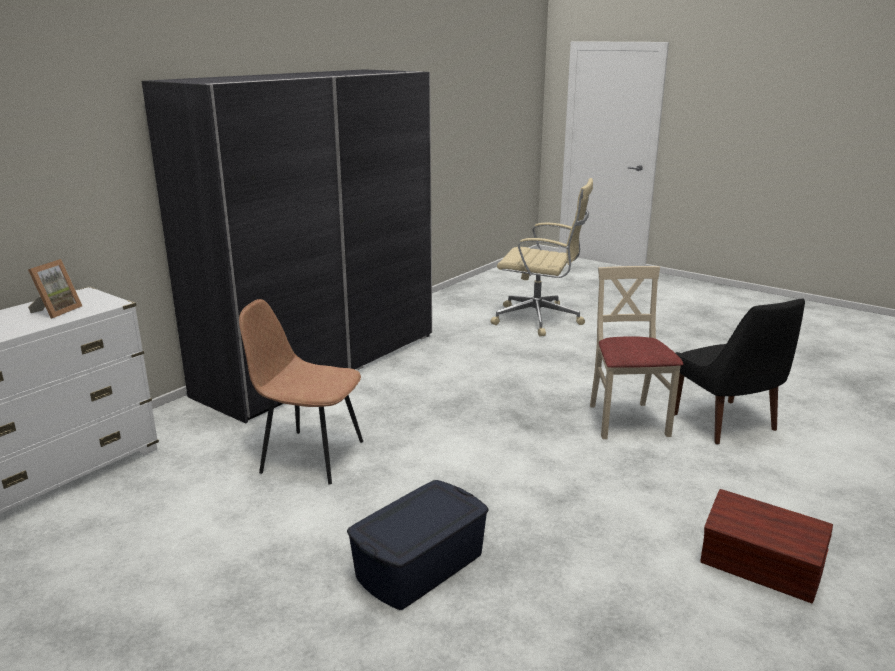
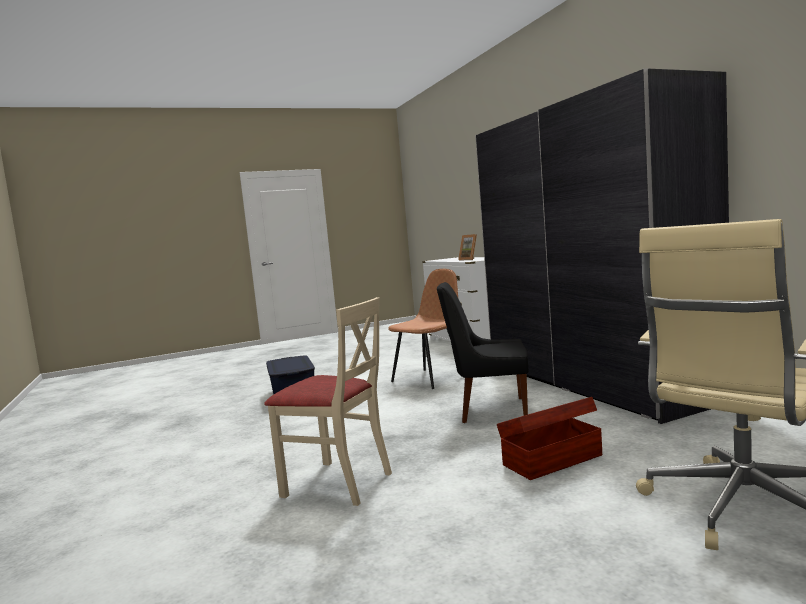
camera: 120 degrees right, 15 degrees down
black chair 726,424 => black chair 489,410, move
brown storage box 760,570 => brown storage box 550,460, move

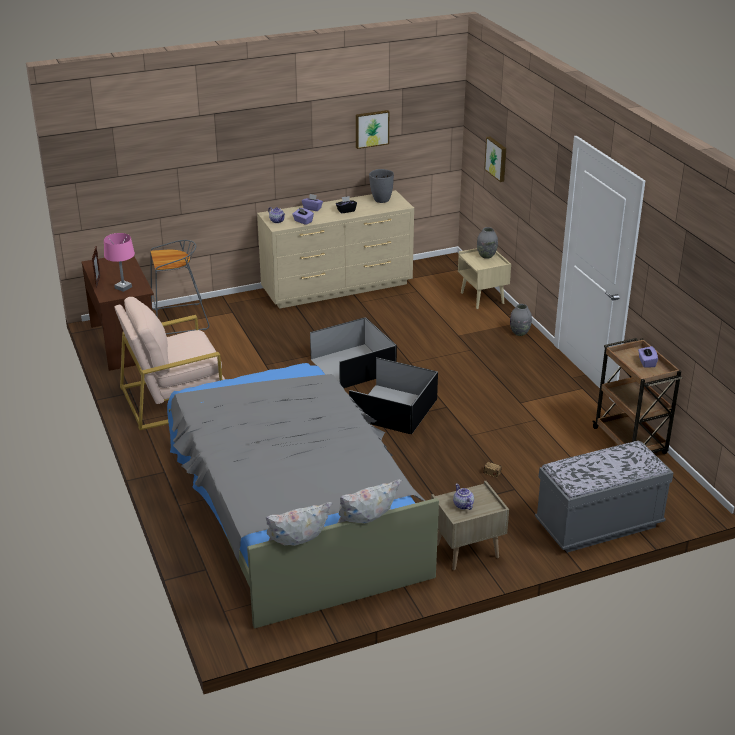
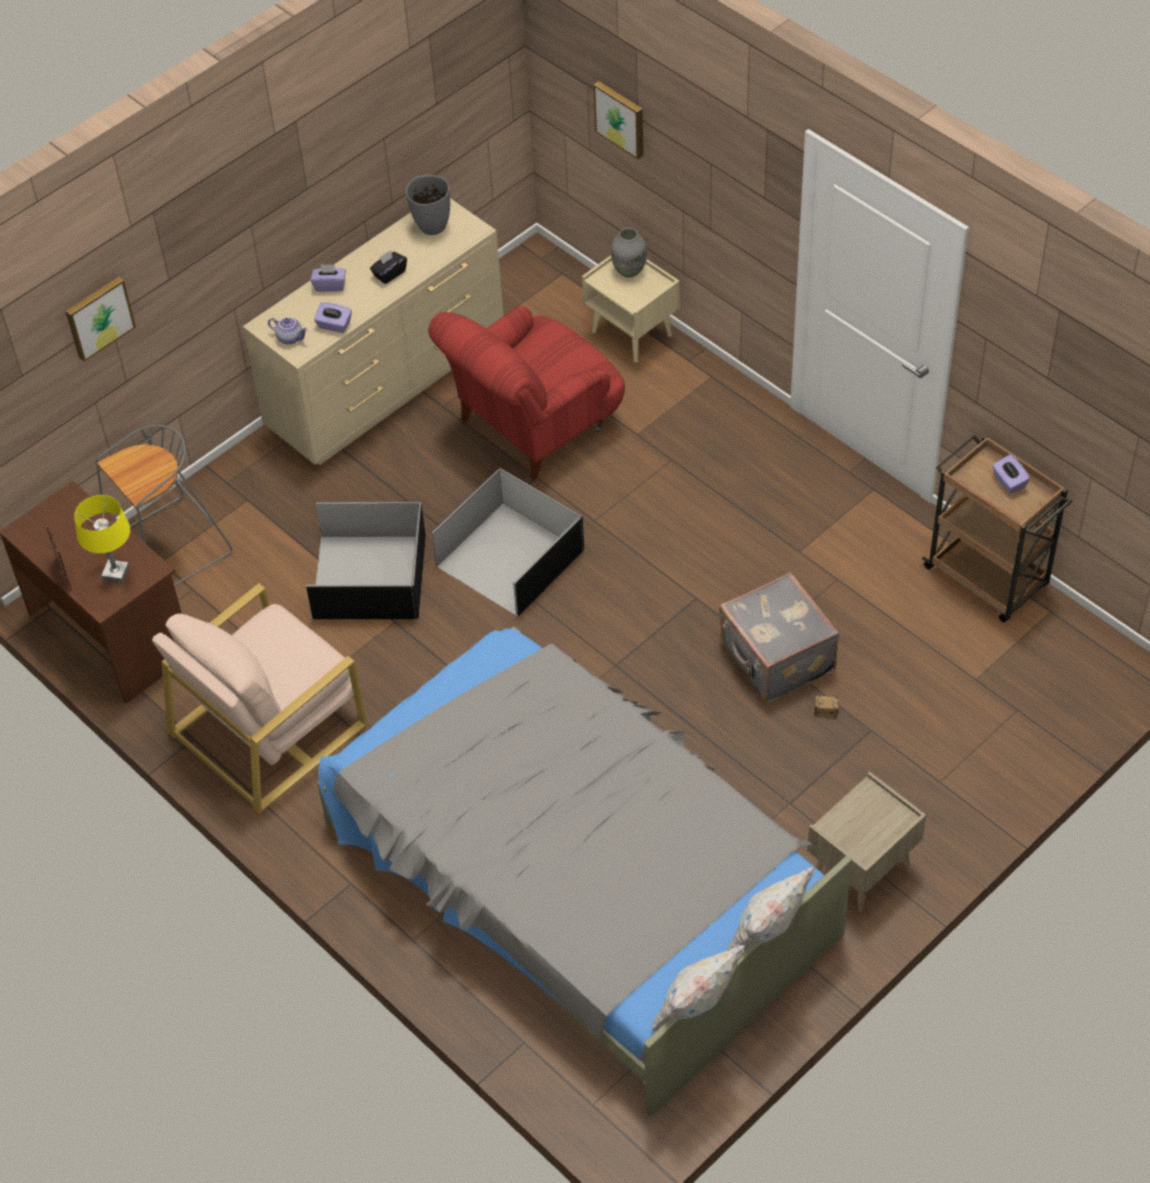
camera: 20 degrees left, 20 degrees up
pink table lamp 123,287 => yellow table lamp 115,573
black storage box 393,408 => black storage box 369,575, move
picture 371,128 => picture 98,317, move
teapot 462,505 => nothing
grey vase 520,333 => nothing
grey bench 599,525 => nothing
nothing => red armchair 533,426
nothing => grey suitcase 775,659

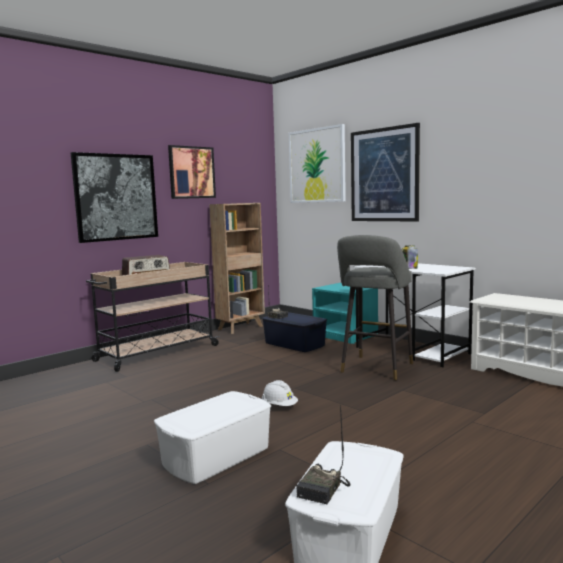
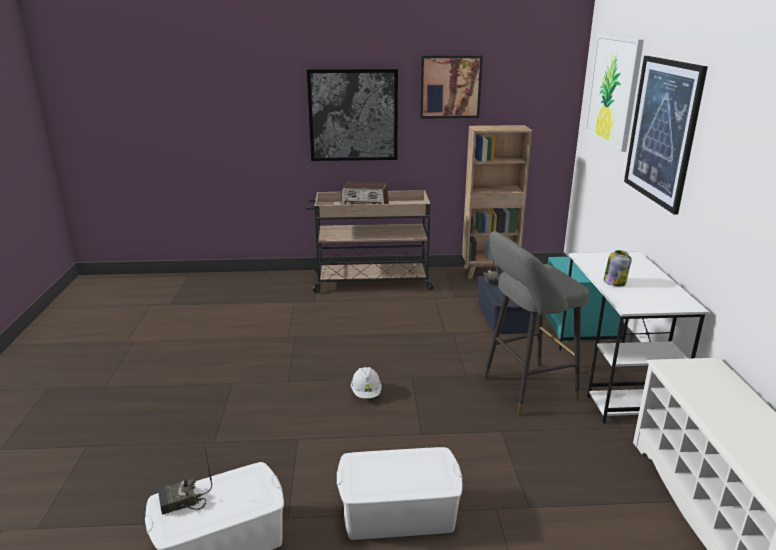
camera: 40 degrees right, 15 degrees up
white storage box 215,456 => white storage box 398,512, move

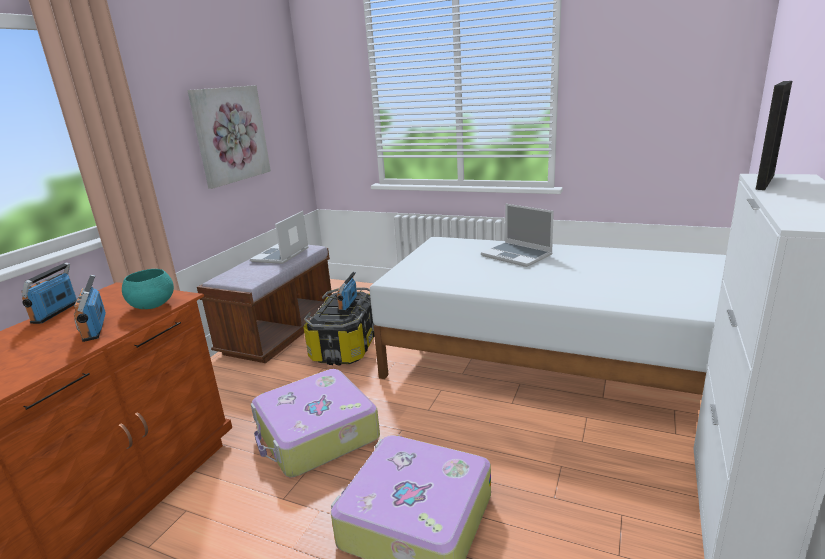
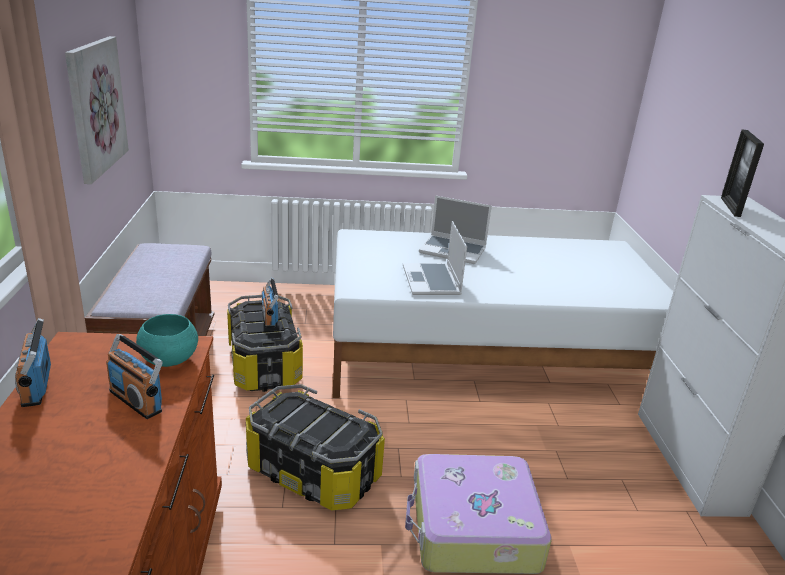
camera: 30 degrees left, 5 degrees up
laptop 281,255 => laptop 432,281, move
suitcase 316,434 => storage box 314,472

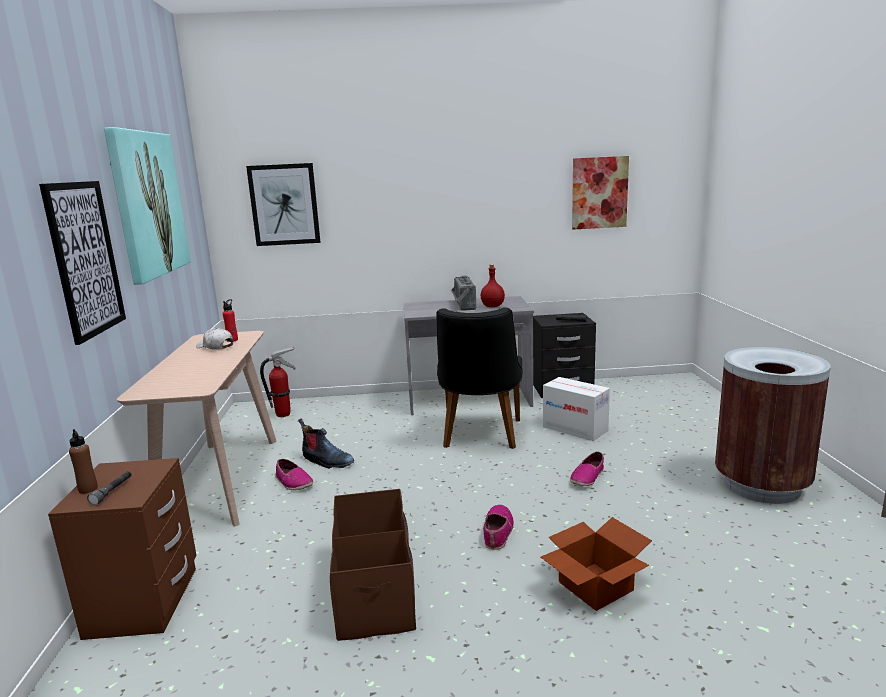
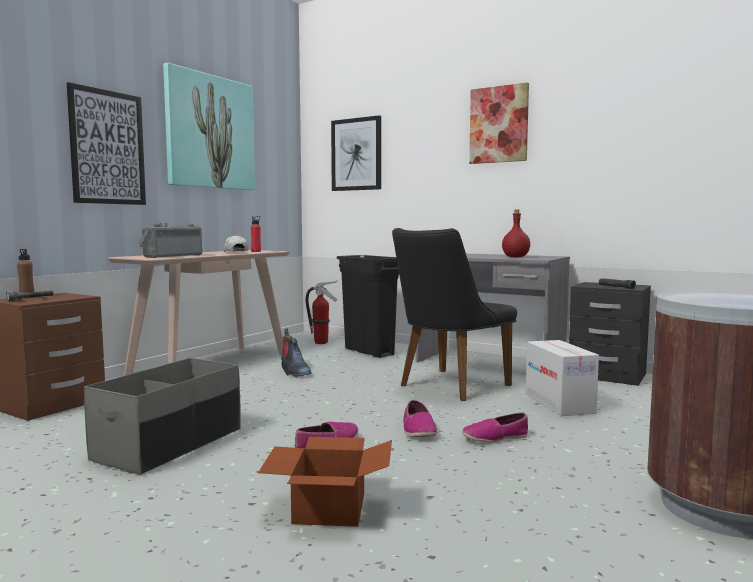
camera: 35 degrees right, 10 degrees down
shoe 293,482 => shoe 418,430, move
brown storage box 375,588 => grey storage box 170,444
radio 462,305 => radio 171,256, move
picture 599,193 => picture 498,124, move
nothing => black trash can 369,352

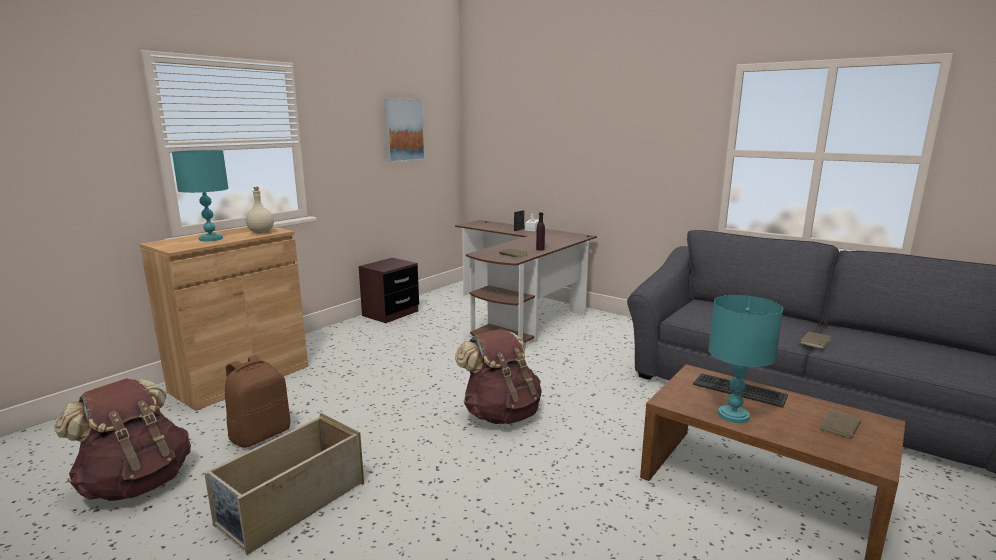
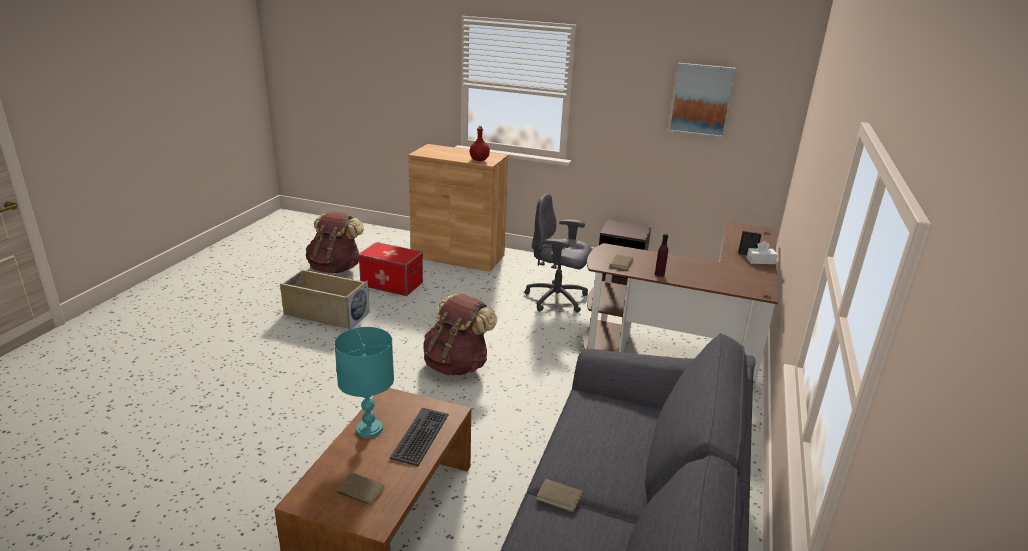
camera: 70 degrees right, 10 degrees up
turquoise table lamp 210,239 => nothing
brown backpack 260,434 => storage box 392,284
beige bottle 261,232 => red bottle 479,160
nothing => grey office chair 557,299

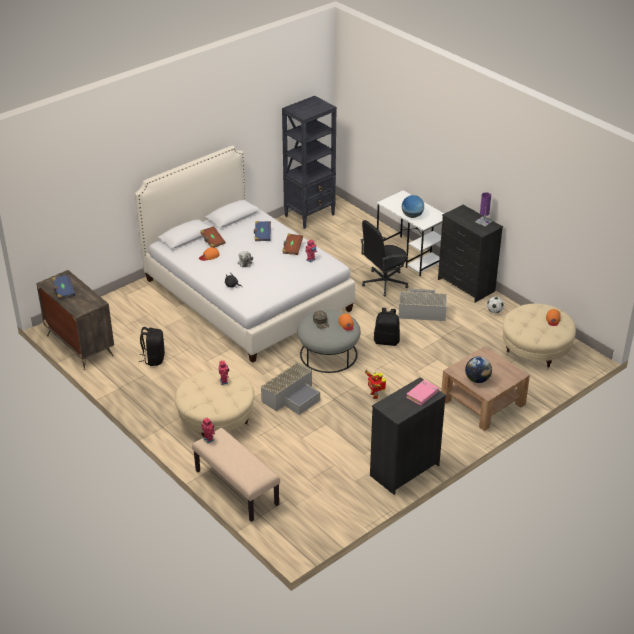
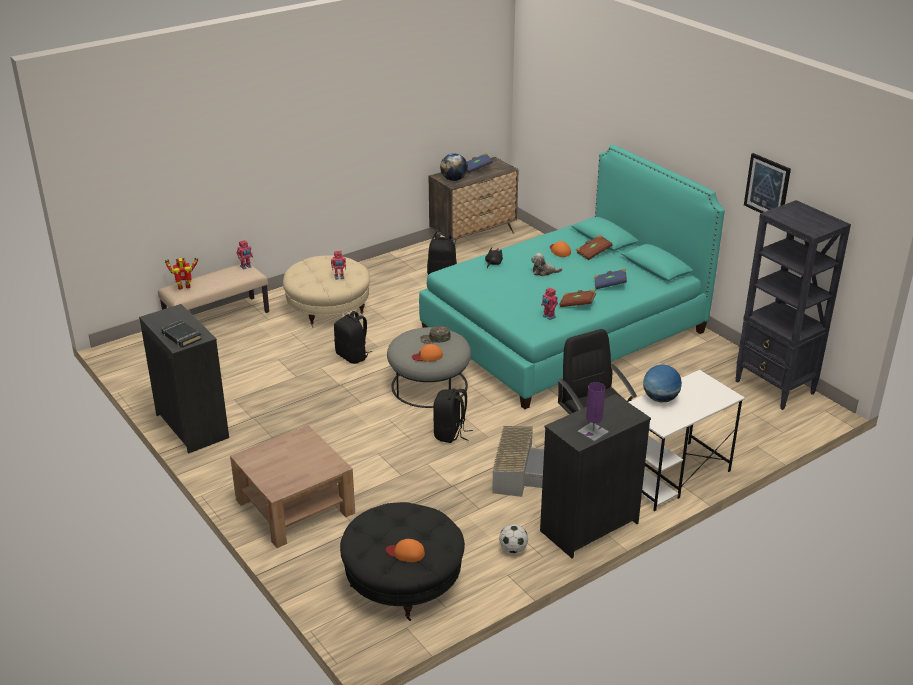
camera: 95 degrees right, 5 degrees down
white bed 246,295 => turquoise bed 564,331
grey storage box 292,396 => black backpack 353,356
toy robot 374,395 => toy robot 184,288, move
pink book 422,394 => black book 181,337
globe 477,379 => globe 454,179, move
beige ottoman 536,350 => black ottoman 403,581
nothing => picture 767,187

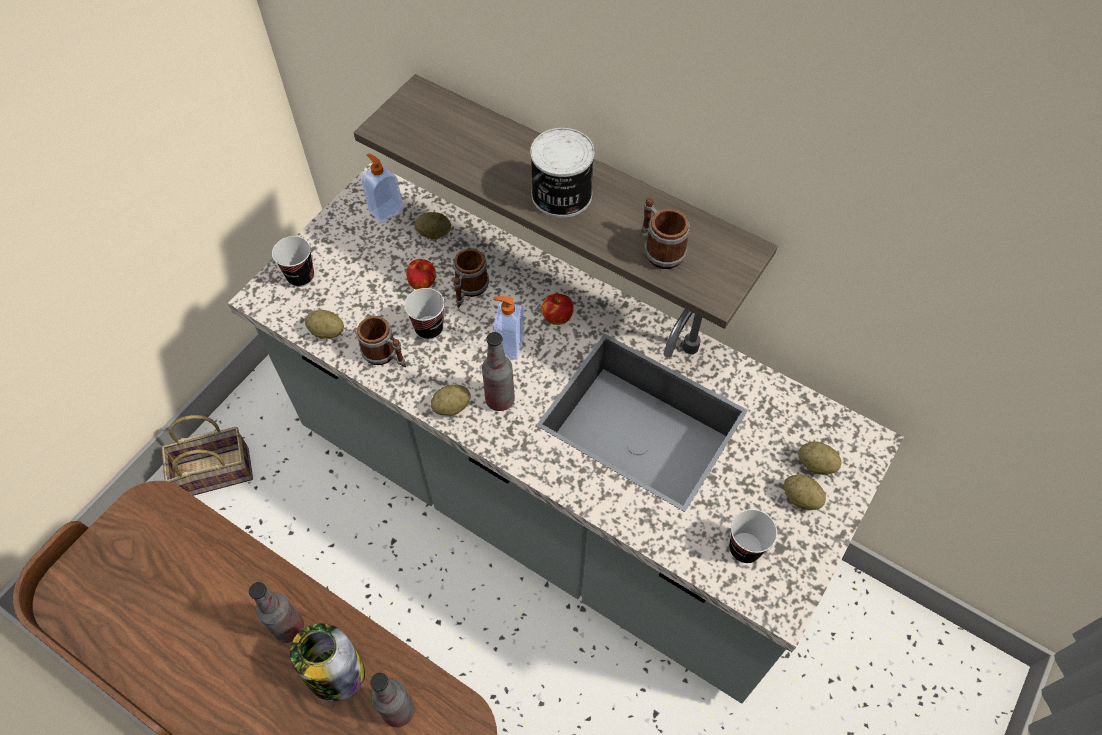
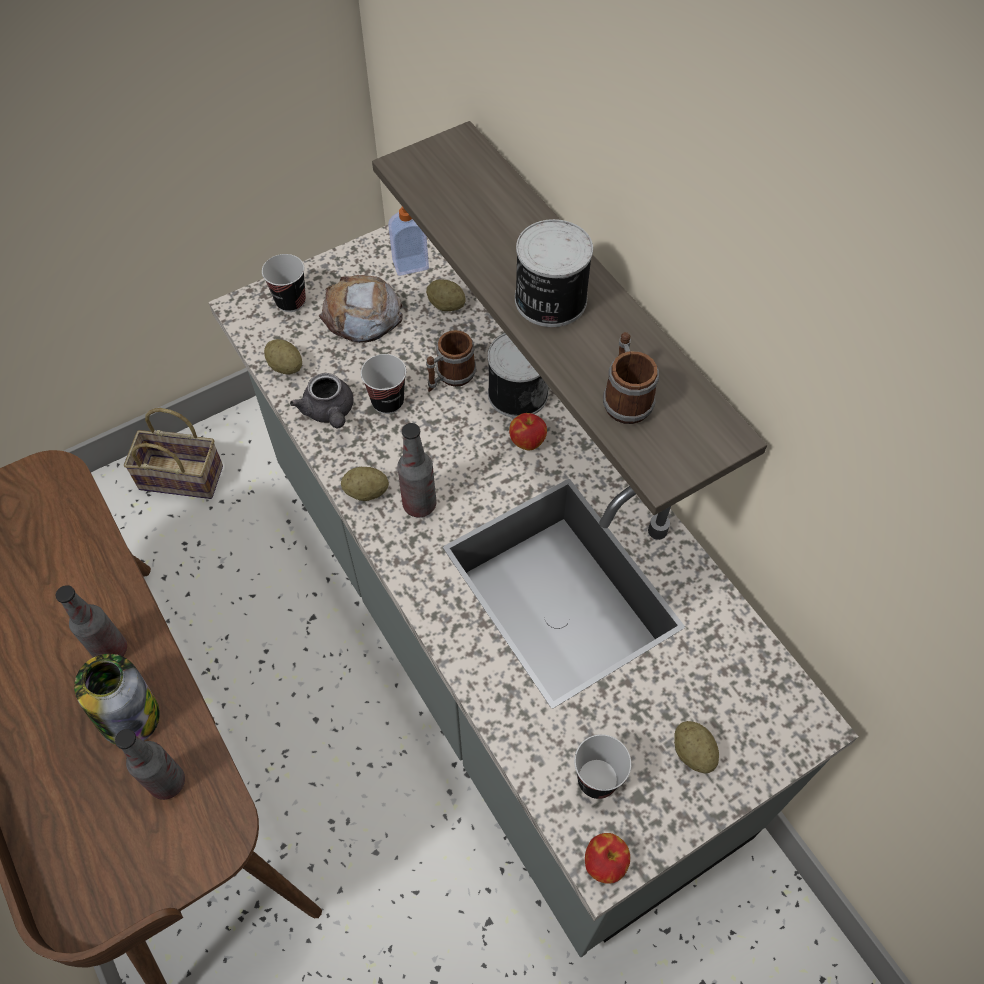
camera: 25 degrees right, 0 degrees up
mug 385,355 => grey teapot 329,412
apple 422,283 => apple 605,863, move
soap dispenser 509,345 => nothing
potato 816,464 => nothing
nothing => bread 361,315
nothing => can 516,392

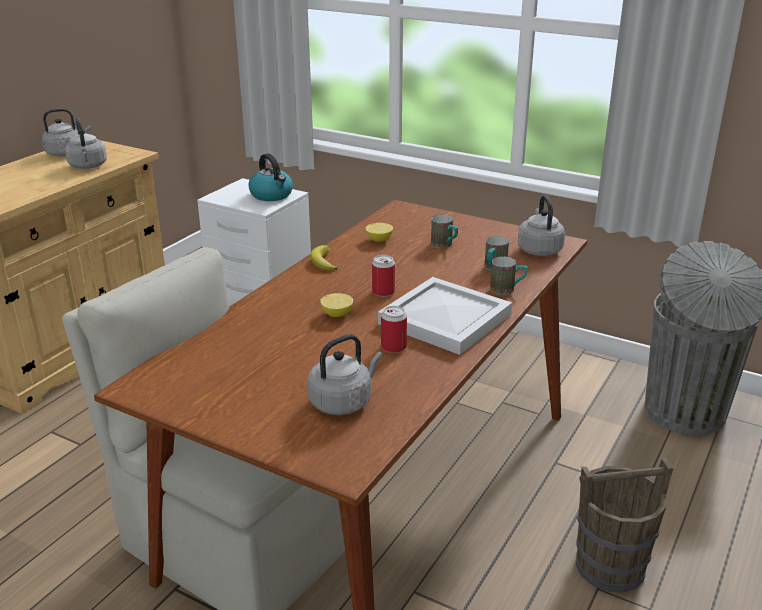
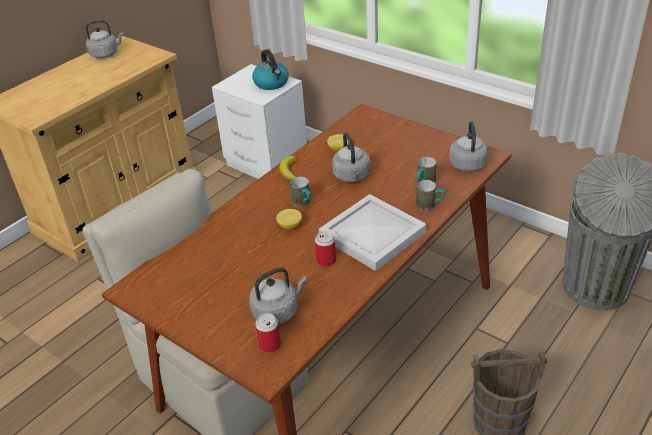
camera: 10 degrees right, 10 degrees up
grey kettle 88,166 => grey kettle 352,177, move
can 383,292 => can 270,345, move
mug 445,246 => mug 303,203, move

